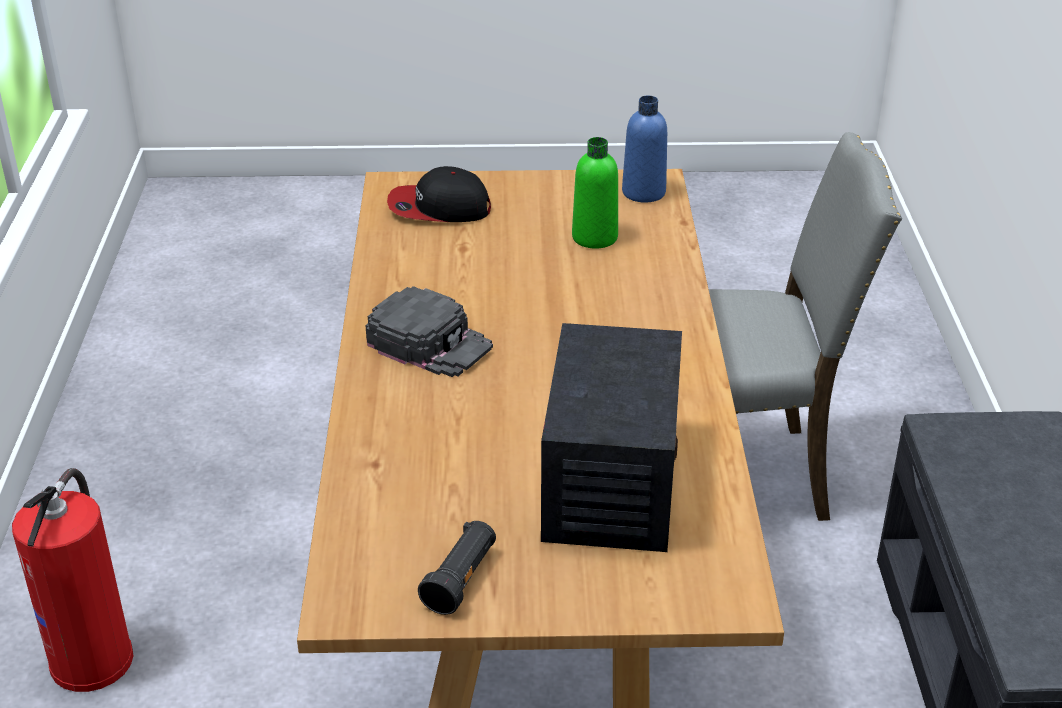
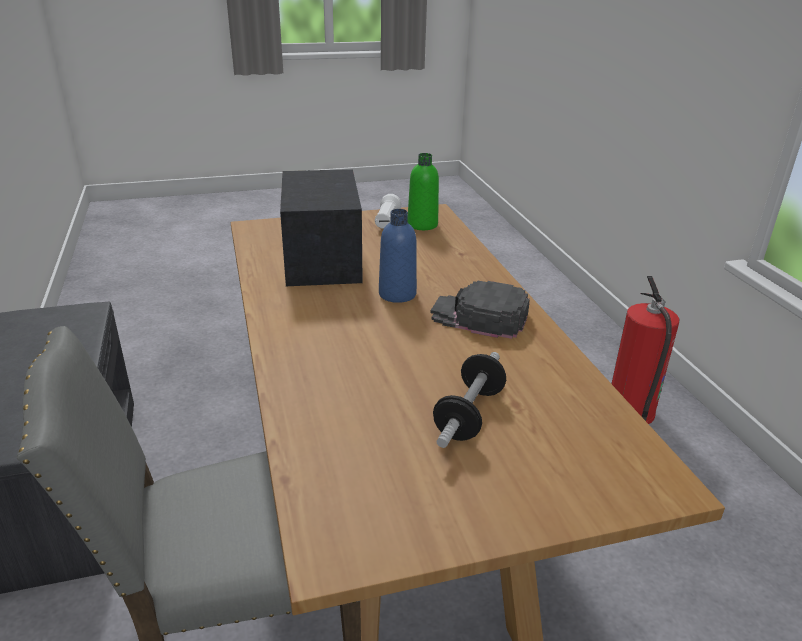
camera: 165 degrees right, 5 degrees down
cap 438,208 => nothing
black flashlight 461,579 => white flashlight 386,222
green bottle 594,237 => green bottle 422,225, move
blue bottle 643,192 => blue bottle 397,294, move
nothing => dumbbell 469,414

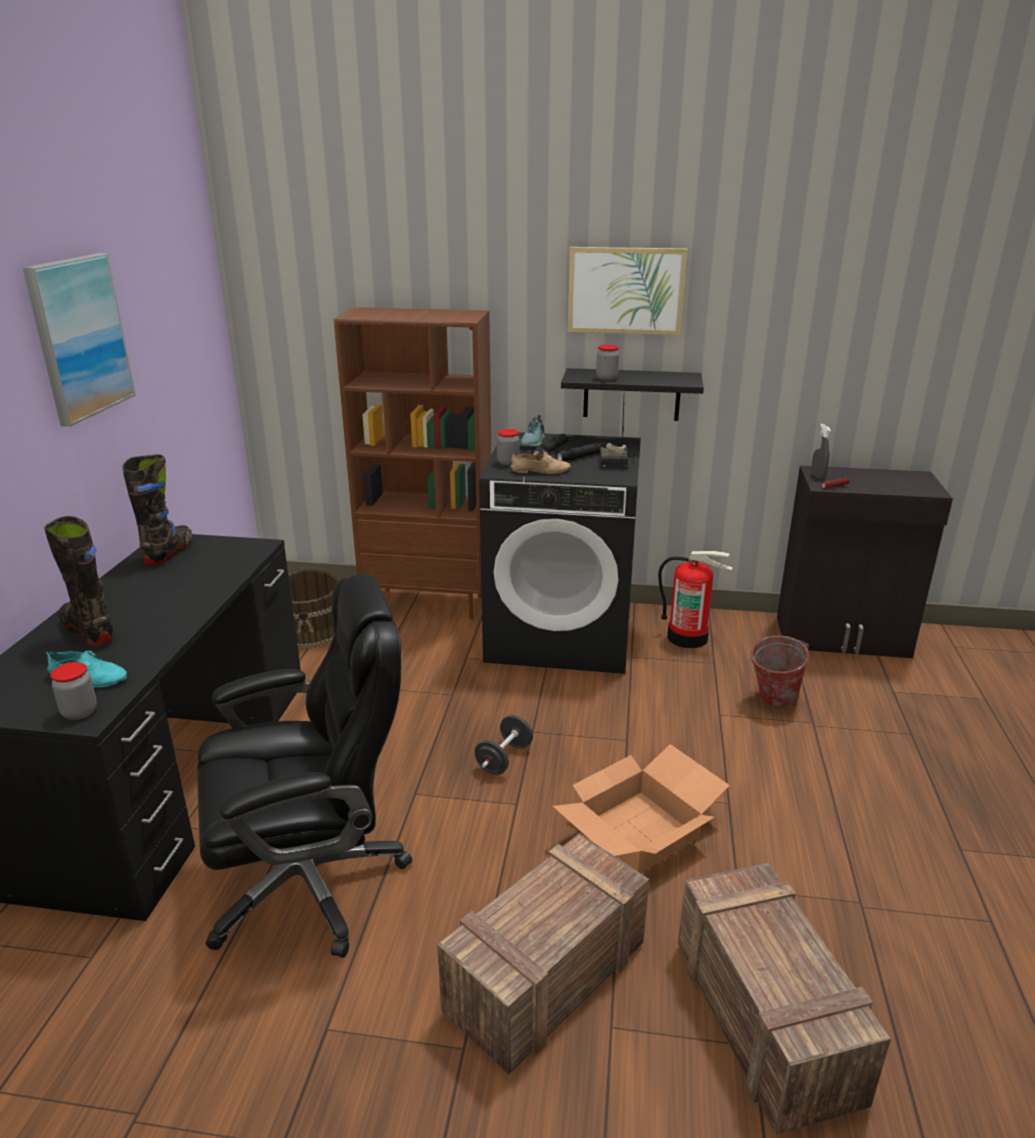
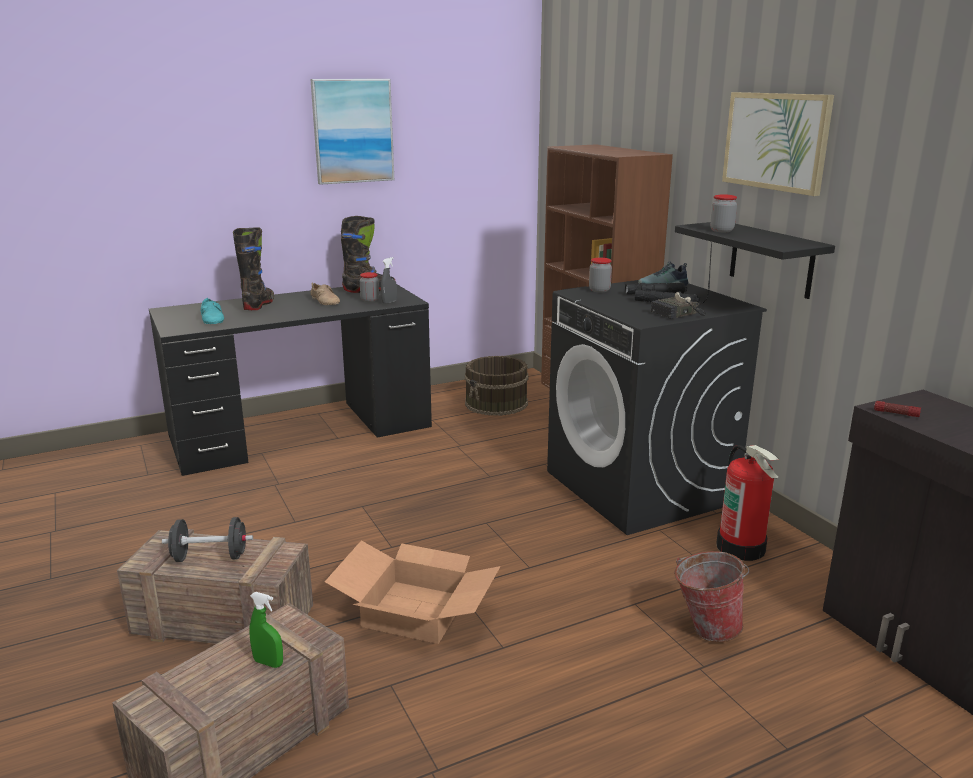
camera: 55 degrees right, 5 degrees down
jar 79,712 => jar 370,300, move
black office chair 312,880 => nothing
black dumbbell 504,759 => black dumbbell 210,557, move
beige shoe 540,470 => beige shoe 326,301, move
grey spray bottle 817,476 => grey spray bottle 389,302, move
nothing => green spray bottle 268,663

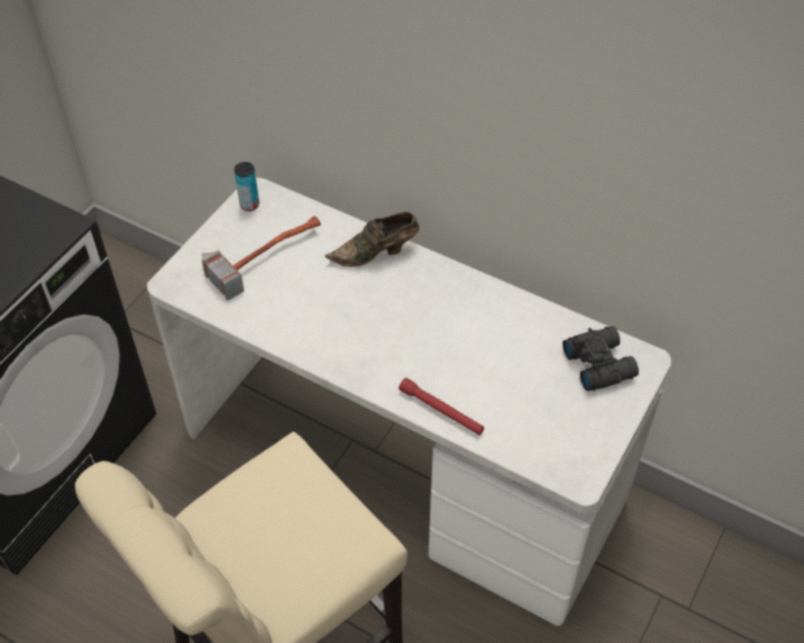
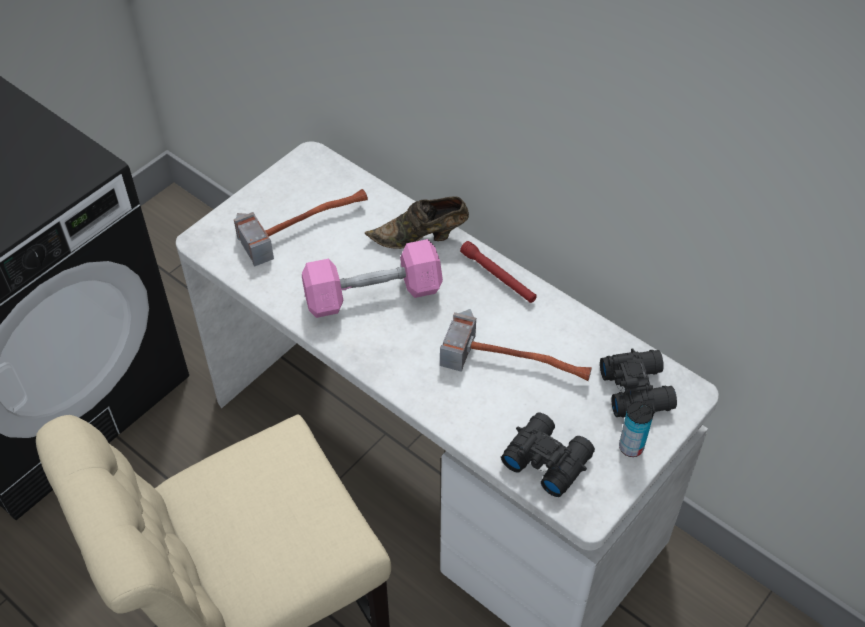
camera: 10 degrees right, 0 degrees up
can 249,205 => can 631,447, move
red flashlight 441,411 => red flashlight 498,277, move
nothing => pink dumbbell 373,294
nothing => hammer 519,358
nothing => black binoculars 546,458

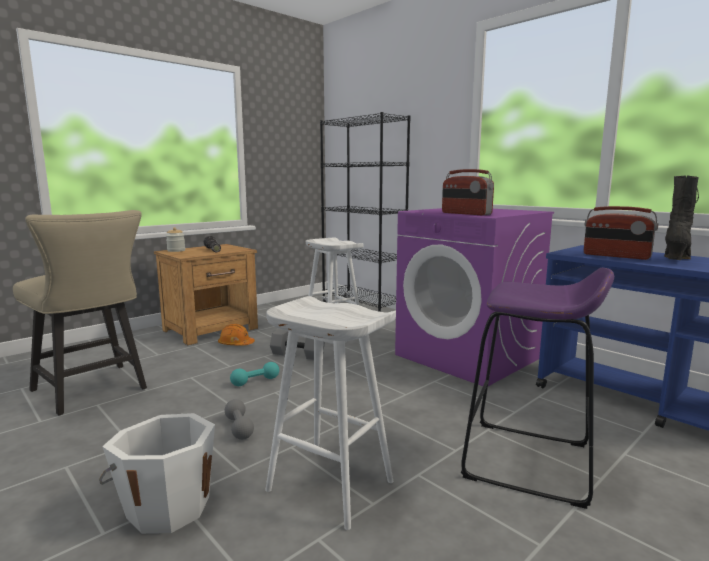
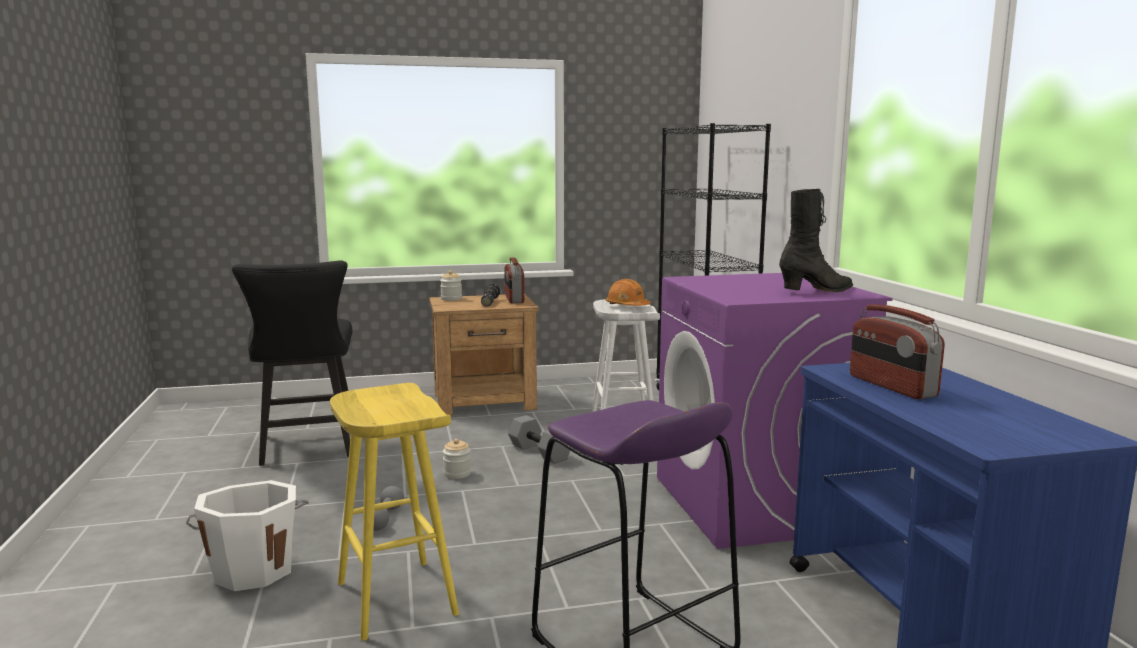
camera: 30 degrees right, 0 degrees up
beige chair 94,391 => black chair 307,448
orange hard hat 236,344 => orange hard hat 627,306, move
turquoise dumbbell 255,381 => jar 457,473
white stool 328,486 => yellow stool 394,597
radio 465,213 => radio 513,299, move
black boot 676,259 => black boot 816,291, move

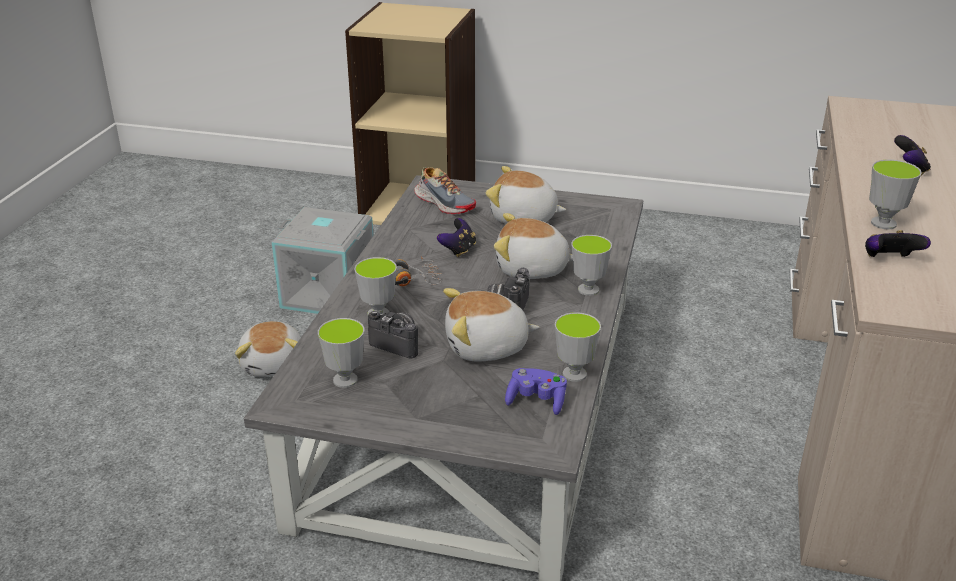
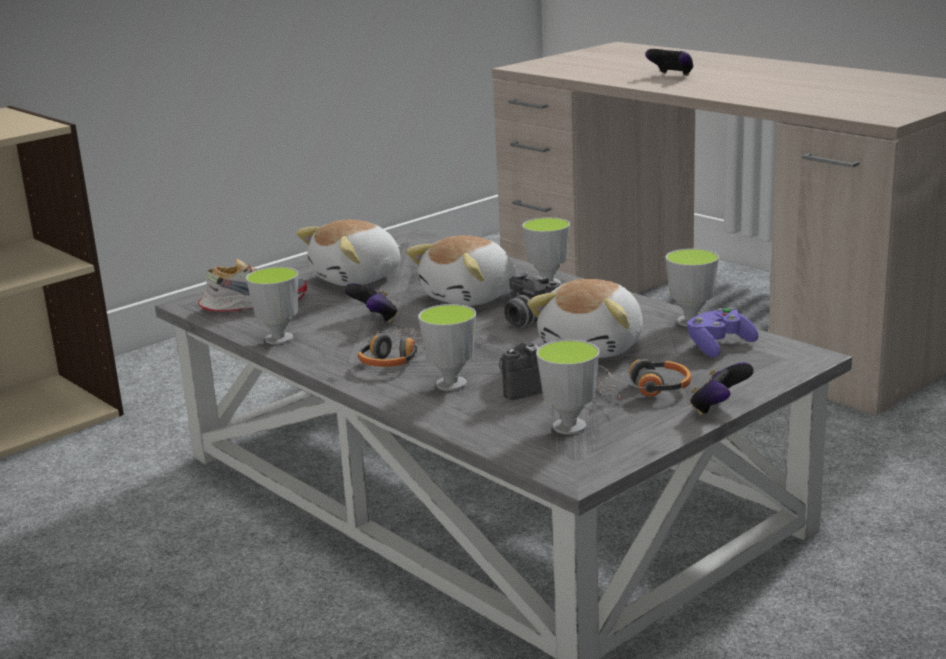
camera: 55 degrees left, 10 degrees down
plush toy 274,363 => nothing
grey storage box 330,293 => nothing
game controller 889,260 => game controller 718,409, move
cup 883,223 => cup 279,339, move
nothing => headphones 639,390

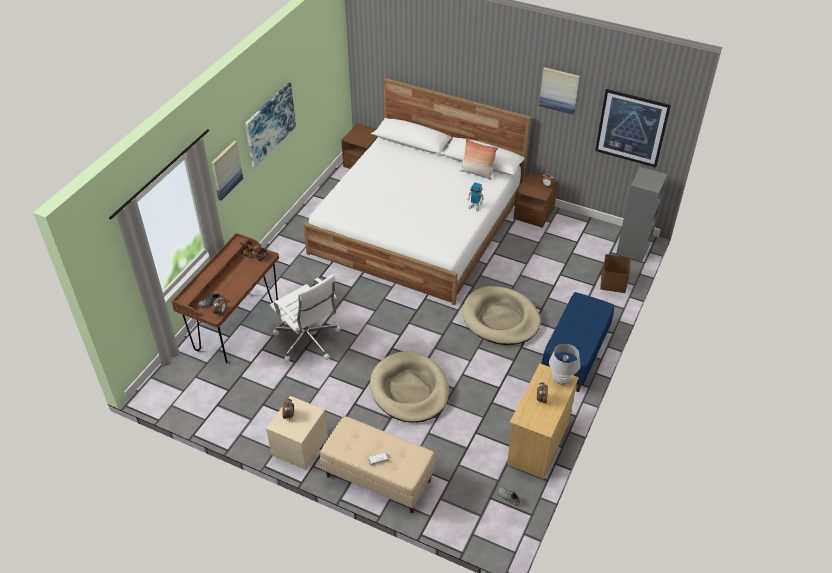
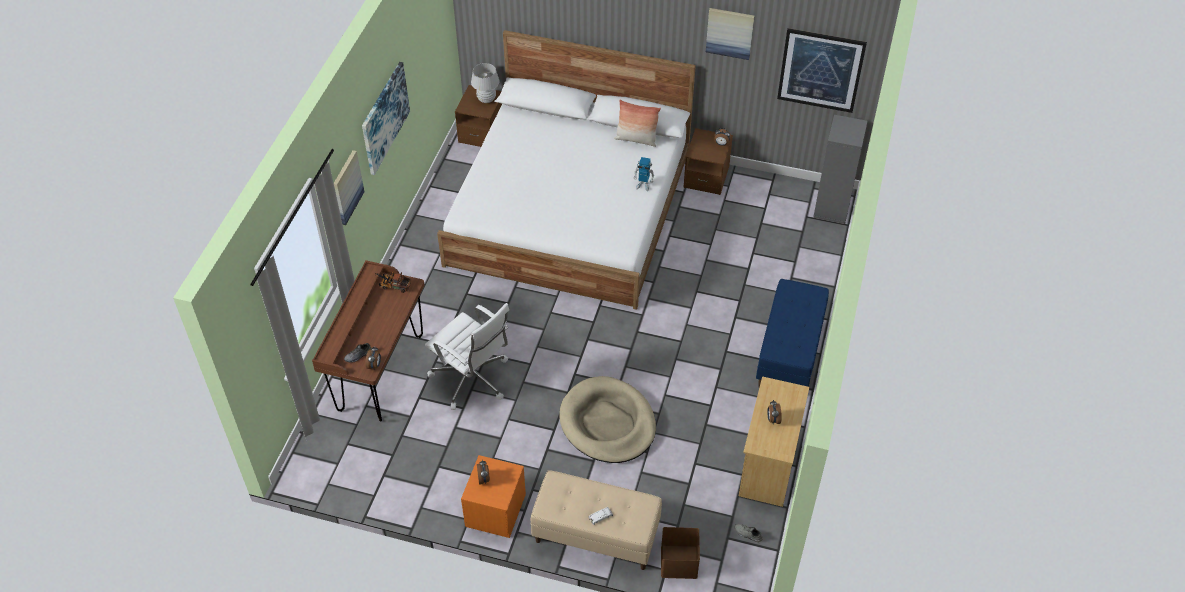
camera: 10 degrees left, 5 degrees up
beige nightstand 299,446 => orange nightstand 495,511
beige dog bed 500,319 => nothing
white table lamp 561,380 => white table lamp 486,99, move
brown storage box 614,283 => brown storage box 680,562, move

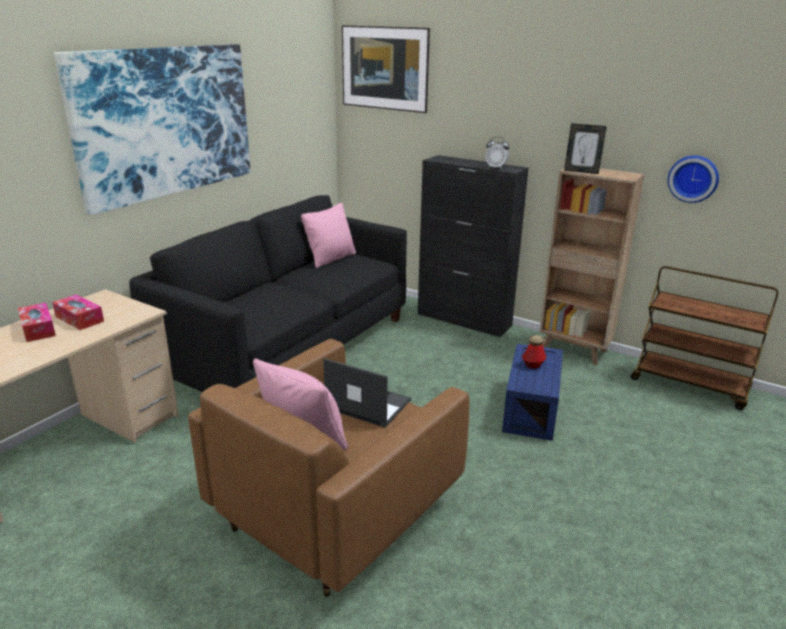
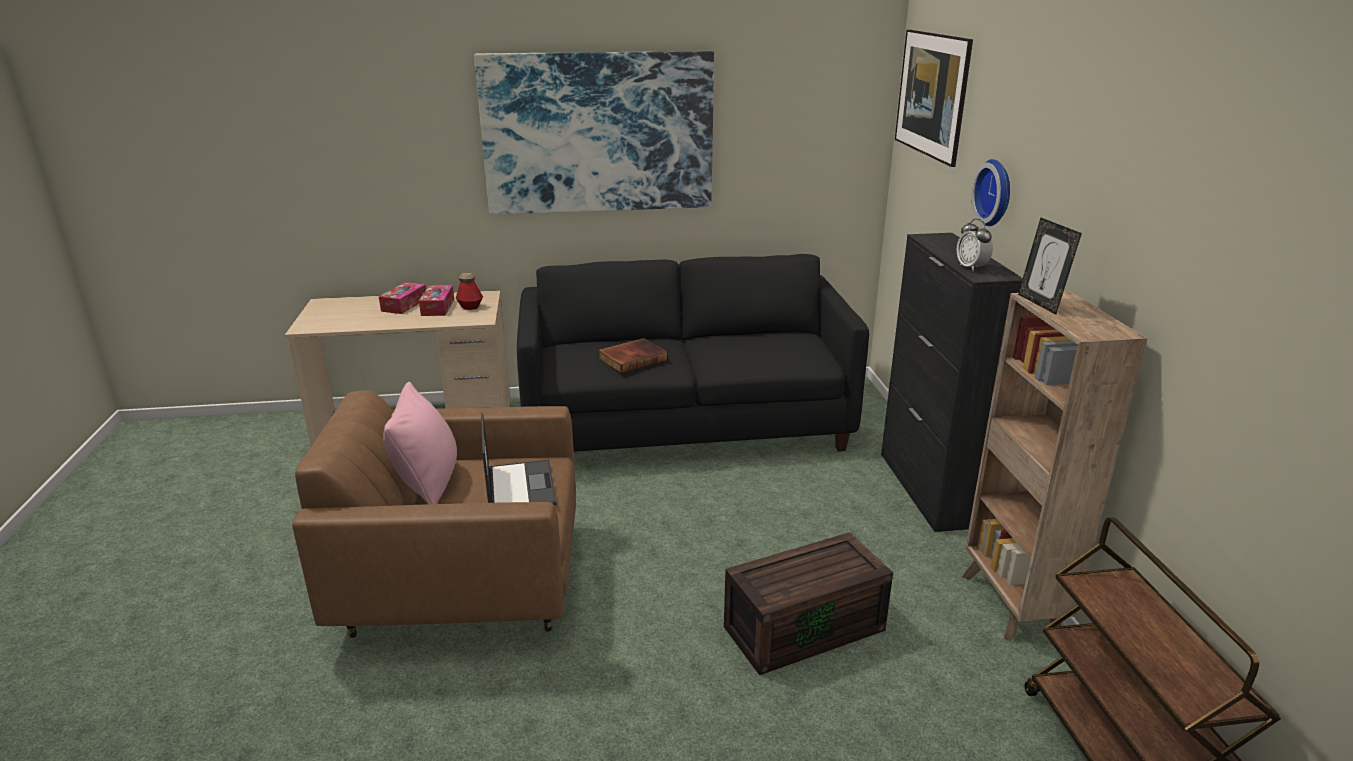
camera: 50 degrees right, 0 degrees up
pink pillow 331,259 => nothing
blue storage box 529,408 => brown storage box 805,626
bottle 533,365 => bottle 470,307, move
wall clock 693,178 => wall clock 996,192, move
nothing => book 632,358

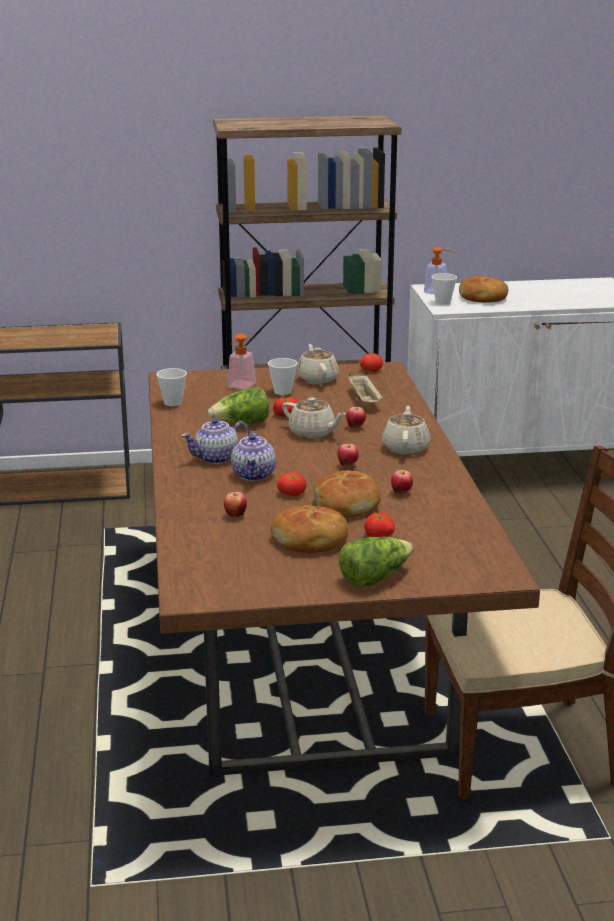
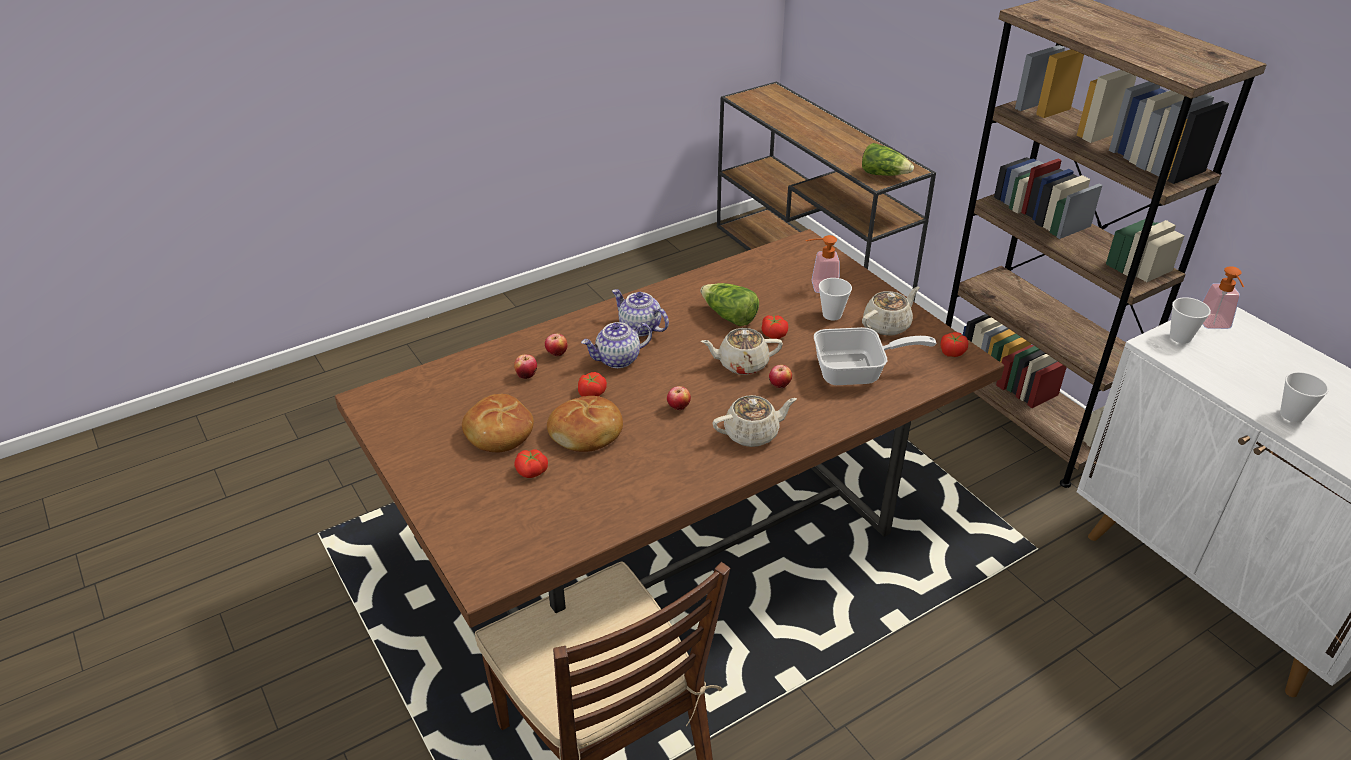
camera: 65 degrees right, 15 degrees up
cup 173,403 => cup 1292,415, move
beige teapot 313,433 => beige teapot 741,364, 75 degrees clockwise
lettuce 374,578 => lettuce 884,174, move
beige tray 365,400 => frying pan 857,372
apple 401,493 => apple 557,354, move
bread 483,298 => nothing

